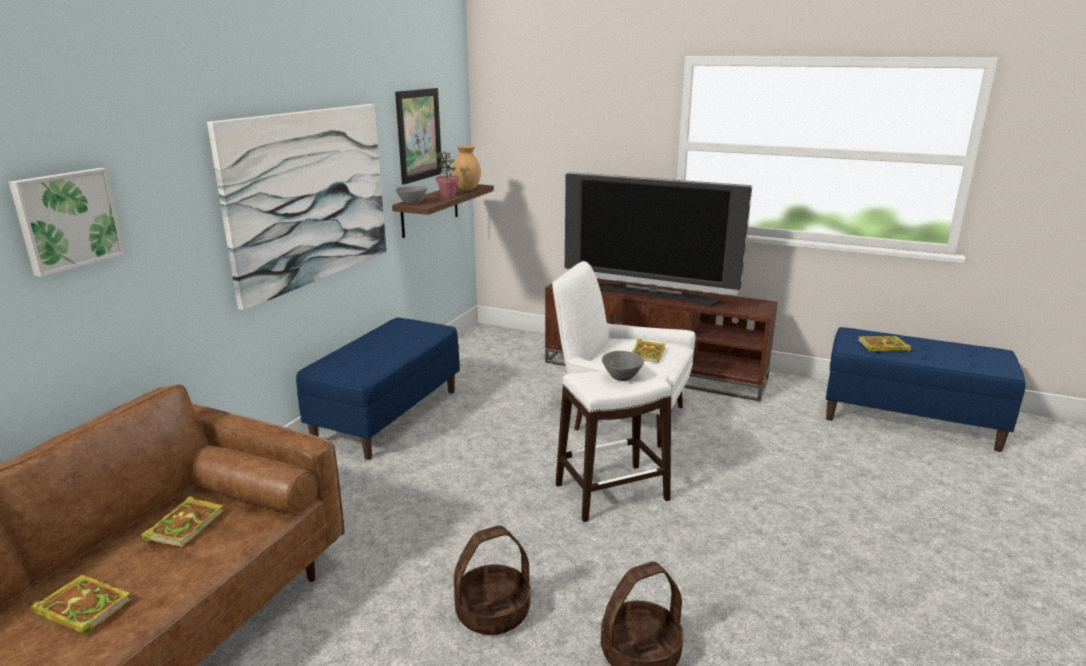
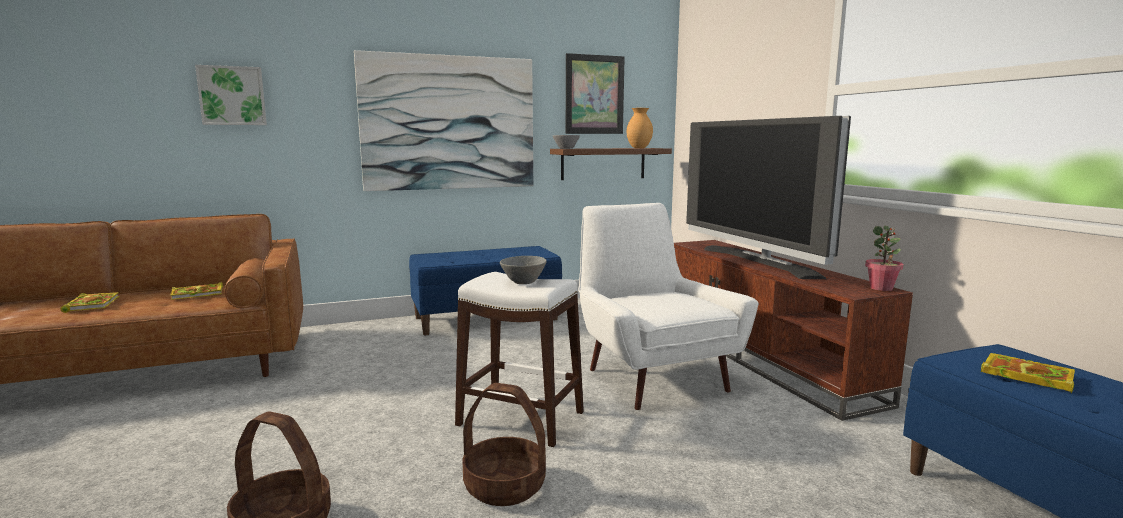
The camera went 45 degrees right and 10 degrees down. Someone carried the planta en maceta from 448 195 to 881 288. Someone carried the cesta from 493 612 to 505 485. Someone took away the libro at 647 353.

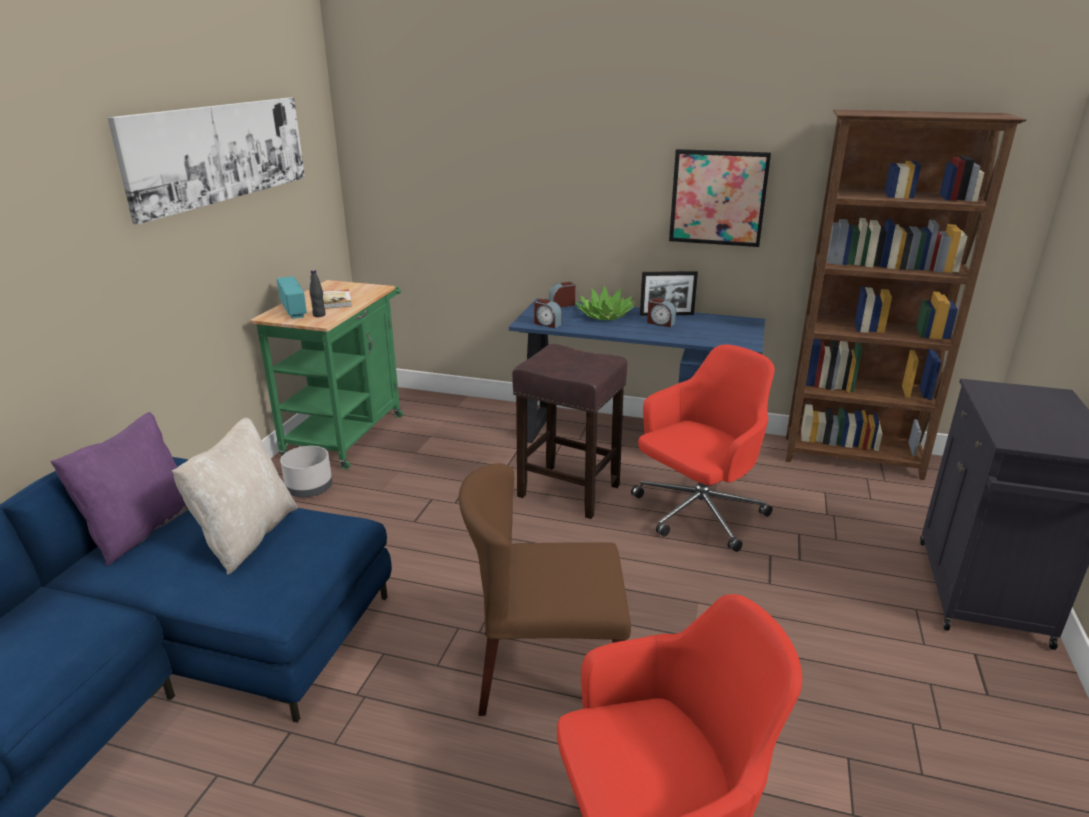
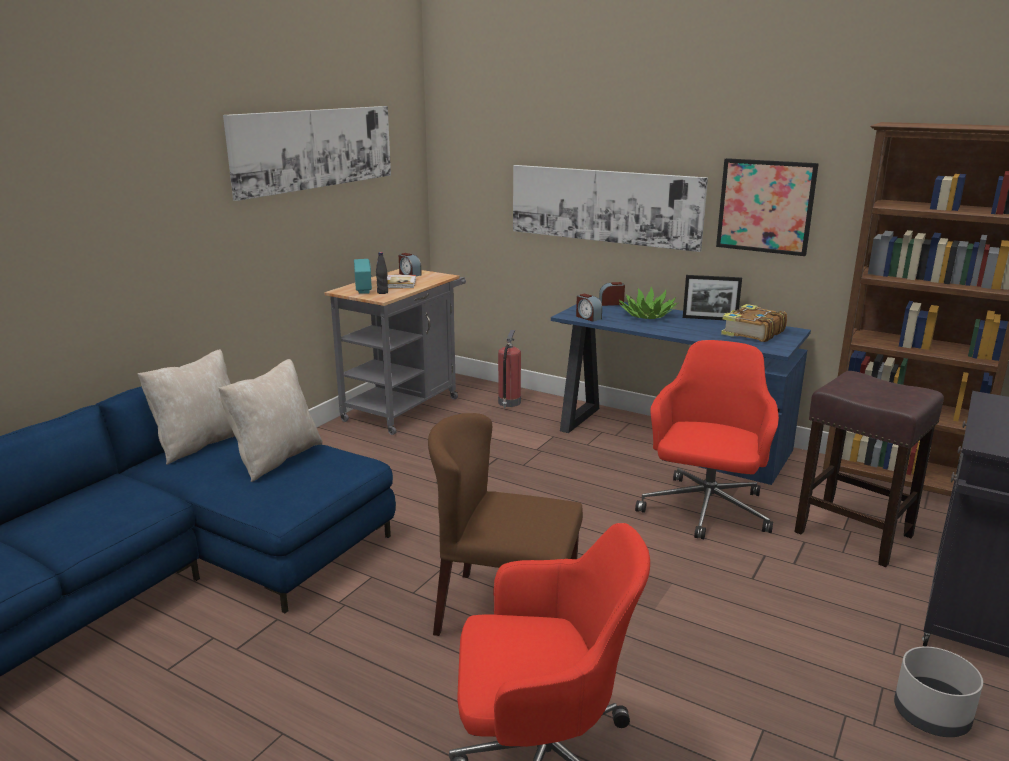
The camera went 15 degrees right and 5 degrees down. Someone repainted the cojín [morado] at 142 529, which became the cojín [beis] at 200 444. Someone repainted the carrito [verde] at 348 432, which became the carrito [gris] at 405 406. Someone carried the maceta [gris] from 310 489 to 932 716. Someone carried the taburete [marrón] from 567 491 to 851 533. Someone rotated the silla de oficina [rojo] at 697 513 by 45 degrees counterclockwise. Someone carried the despertador from 660 323 to 409 274. Someone put down the extintor at 509 403. Someone put up the cuadro at 604 206. Someone put down the libro at 752 333.

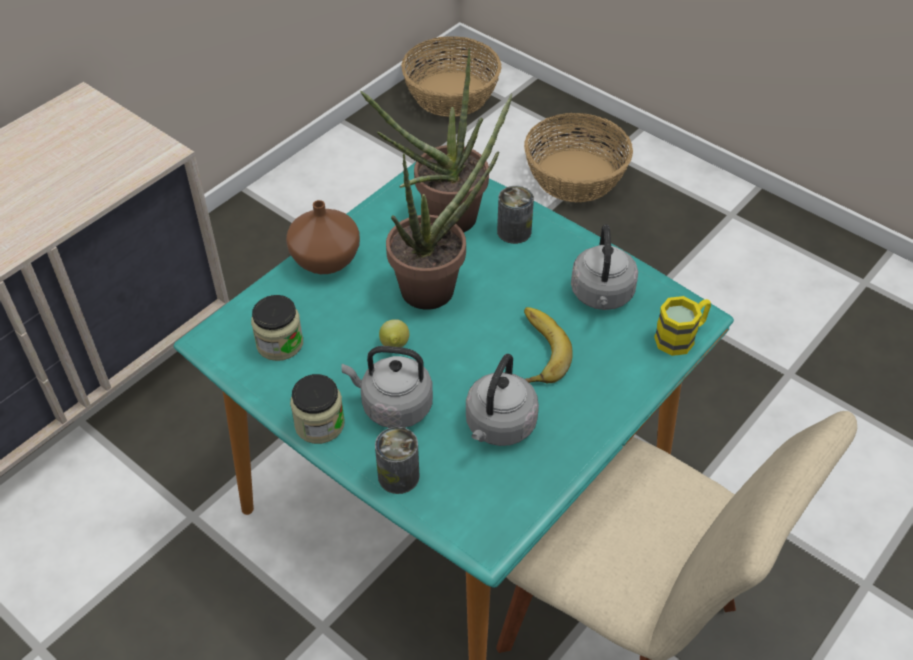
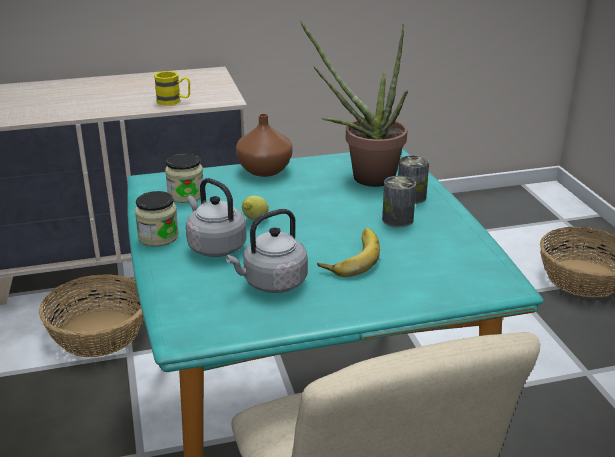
The camera went 35 degrees right and 20 degrees down. Someone carried the lata from 398 476 to 397 219. Someone took away the planta en maceta at 438 285. Someone carried the cesta from 452 94 to 99 333. Someone took away the hervidor [gris] at 602 296. Someone carried the taza grande [amarillo] from 681 337 to 174 101.

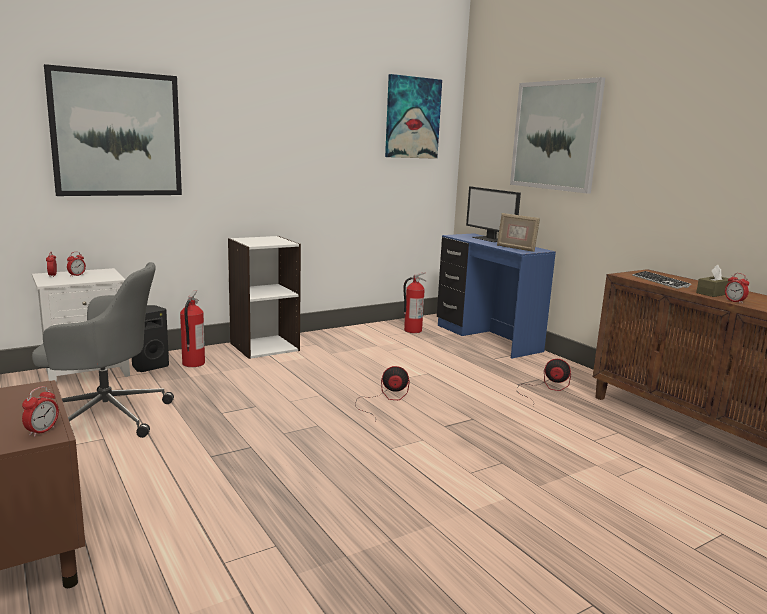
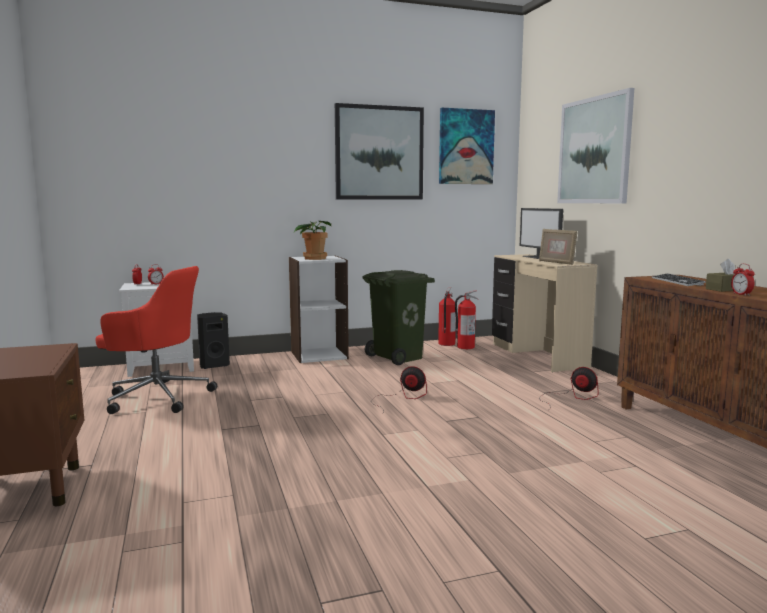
The camera went 15 degrees right and 5 degrees down. Someone took away the despertador at 42 431. Someone repainted the silla de oficina [gris] at 105 416, which became the silla de oficina [rojo] at 157 397. Someone carried the cuadro from 117 134 to 379 153. Someone carried the extintor from 193 364 to 446 344. Someone repainted the escritorio [azul] at 486 338, which became the escritorio [beis] at 536 355. Someone put down the planta en maceta at 314 258. Someone put down the papelera [verde] at 398 357.

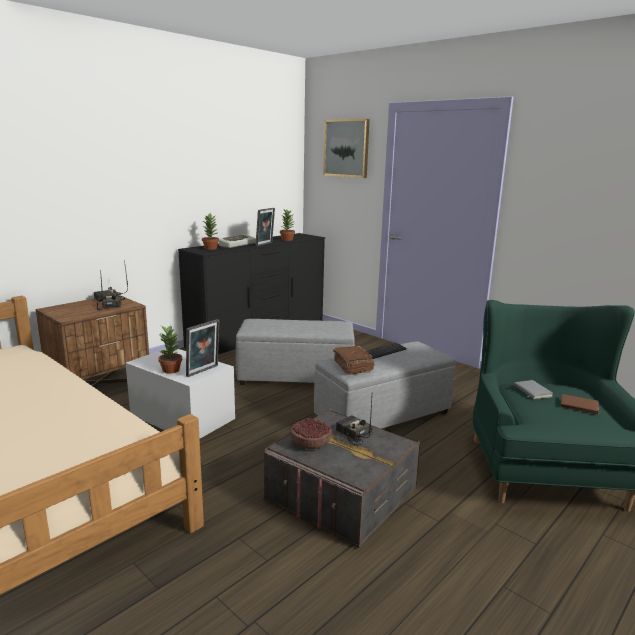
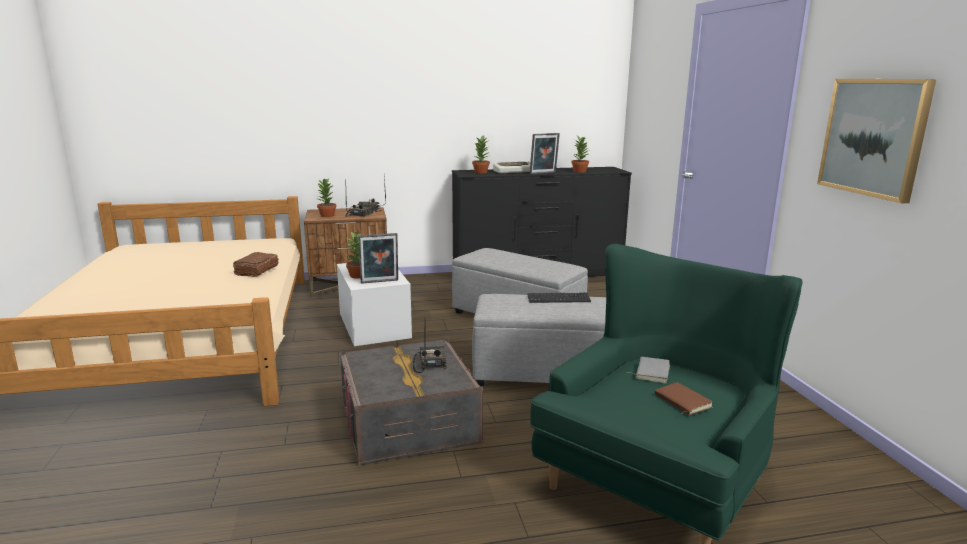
The camera went 35 degrees right and 0 degrees up. Someone took away the cuenco at 310 443. Someone carried the cuadro from 346 148 to 873 137. Someone carried the libro [marrón] from 352 367 to 256 271. Someone put down the planta en maceta at 327 215.

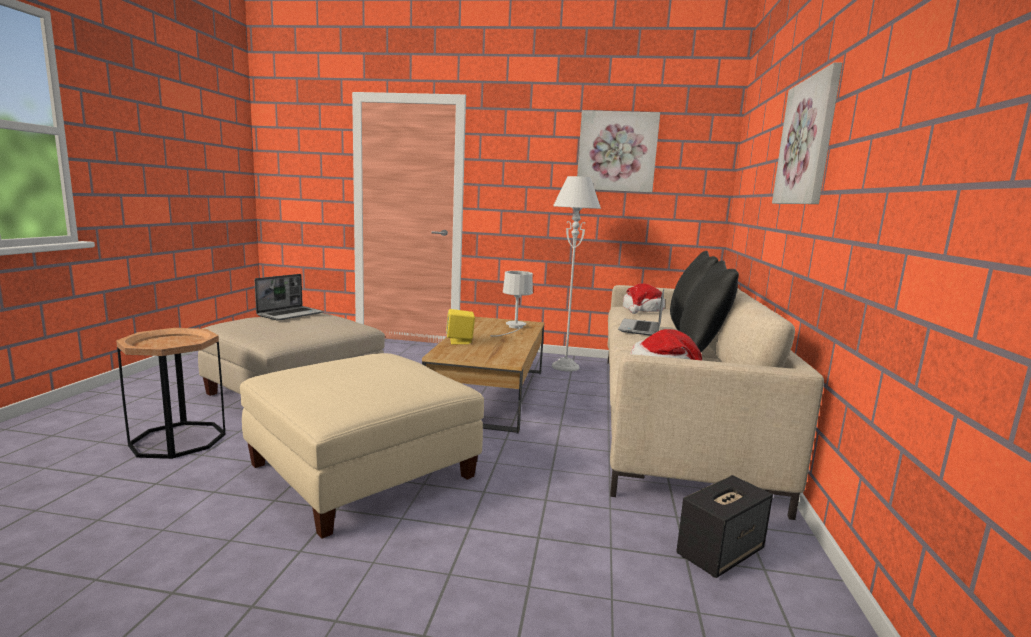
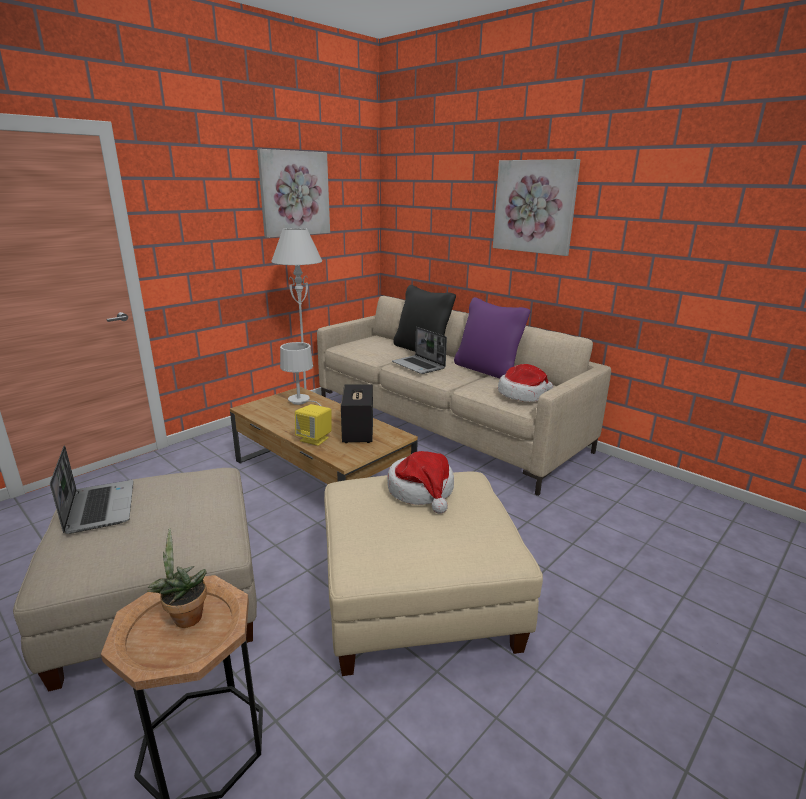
The camera went 55 degrees left and 10 degrees up. Someone carried the sombrero from 642 310 to 421 491. Someone carried the altavoz from 720 552 to 358 431. Someone repainted the cojín [negro] at 700 350, which became the cojín [morado] at 487 370. Someone put down the planta en maceta at 185 616.

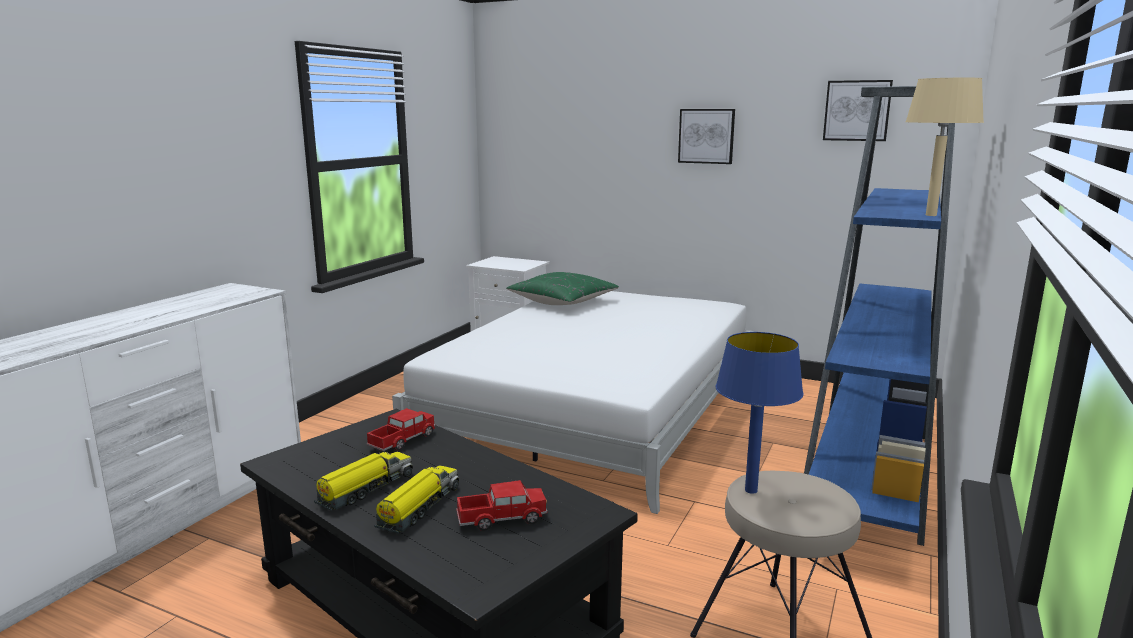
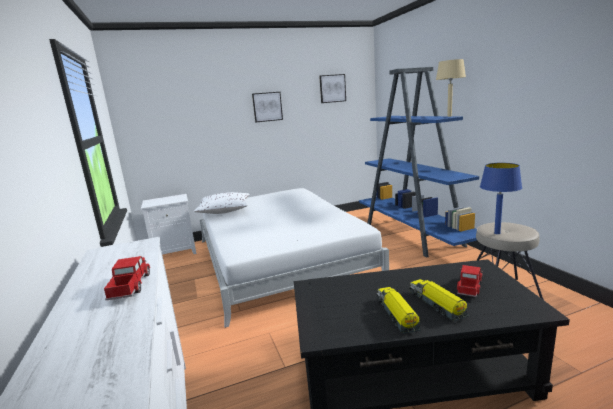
The camera went 45 degrees left and 0 degrees up. Someone carried the camión de juguete from 402 440 to 130 286. Someone repainted the cojín [verde] at 562 302, which became the cojín [blanco] at 224 210.

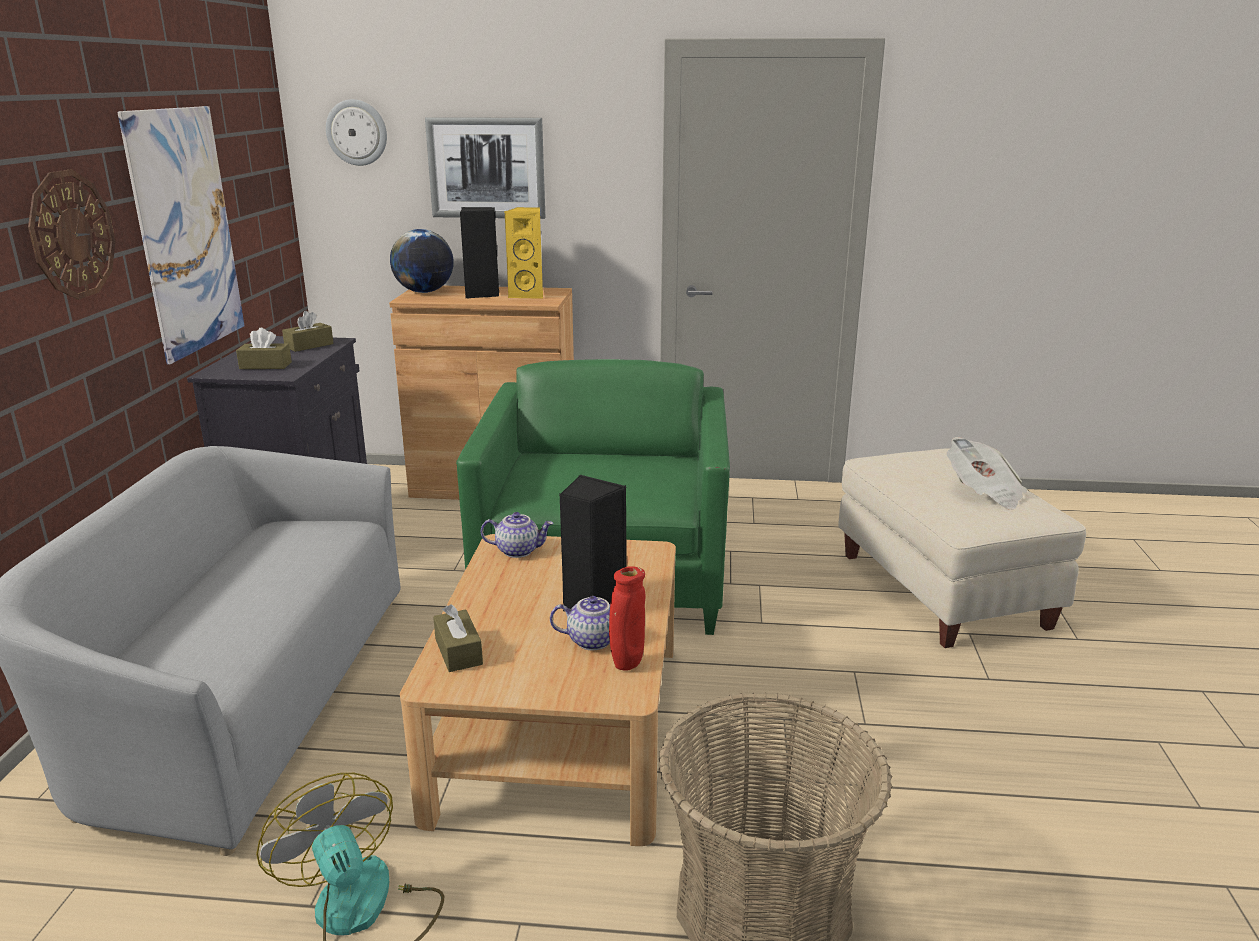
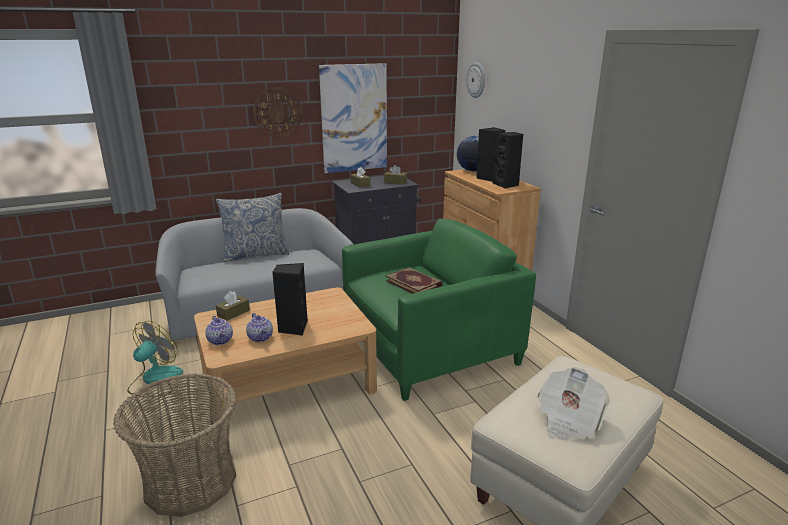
The camera went 60 degrees right and 0 degrees up. Someone took away the cuadro at 486 168. Someone carried the tetera from 518 550 to 221 341. Someone repainted the altavoz [amarillo] at 528 295, which became the altavoz [negro] at 506 185. Someone took away the florero [rojo] at 627 665. Someone put down the cojín at 256 254. Someone put down the libro at 414 283.

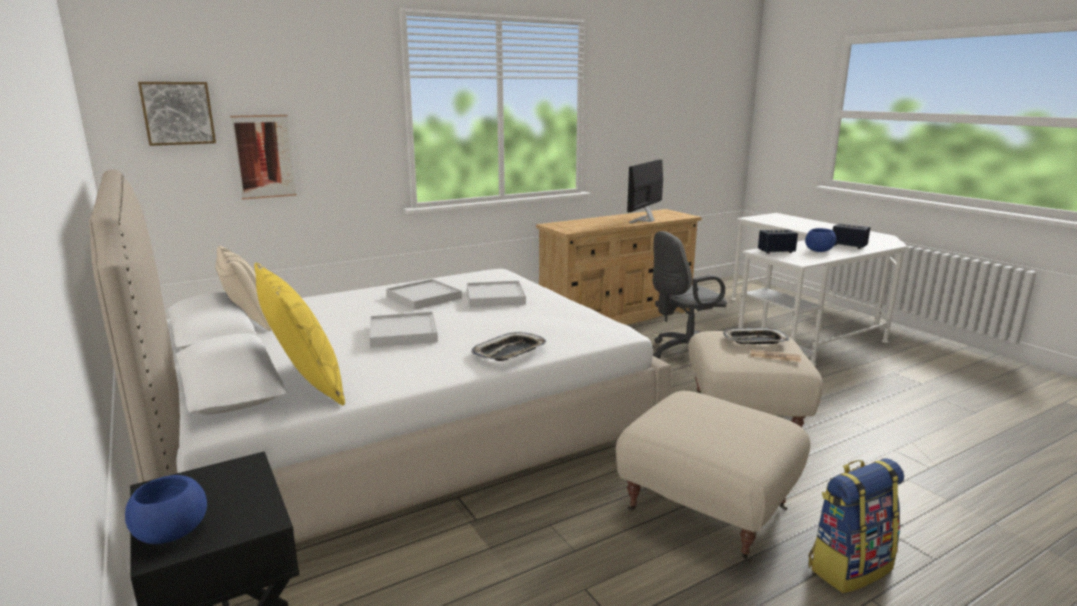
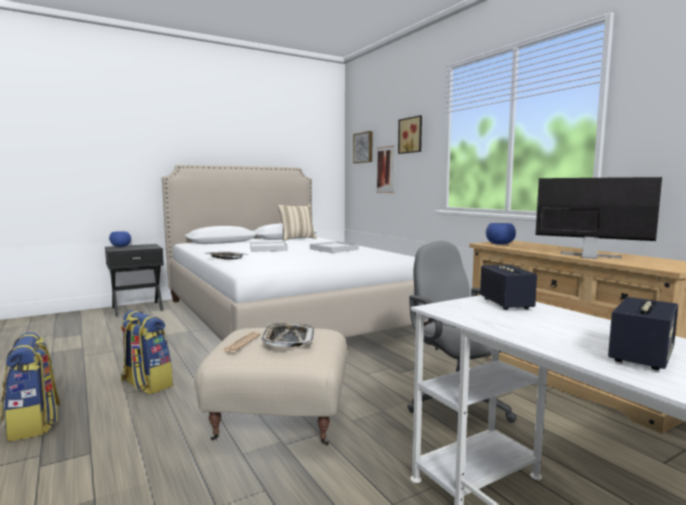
The camera went 90 degrees right and 10 degrees down. Someone took away the cojín [amarillo] at 304 384. Someone took away the bandeja [blanco] at 495 297. Someone swapped the puf [beis] at 707 509 for the mochila at 146 384. Someone carried the cuenco [azul] from 819 251 to 500 244. Someone put up the cuadro at 411 135.

